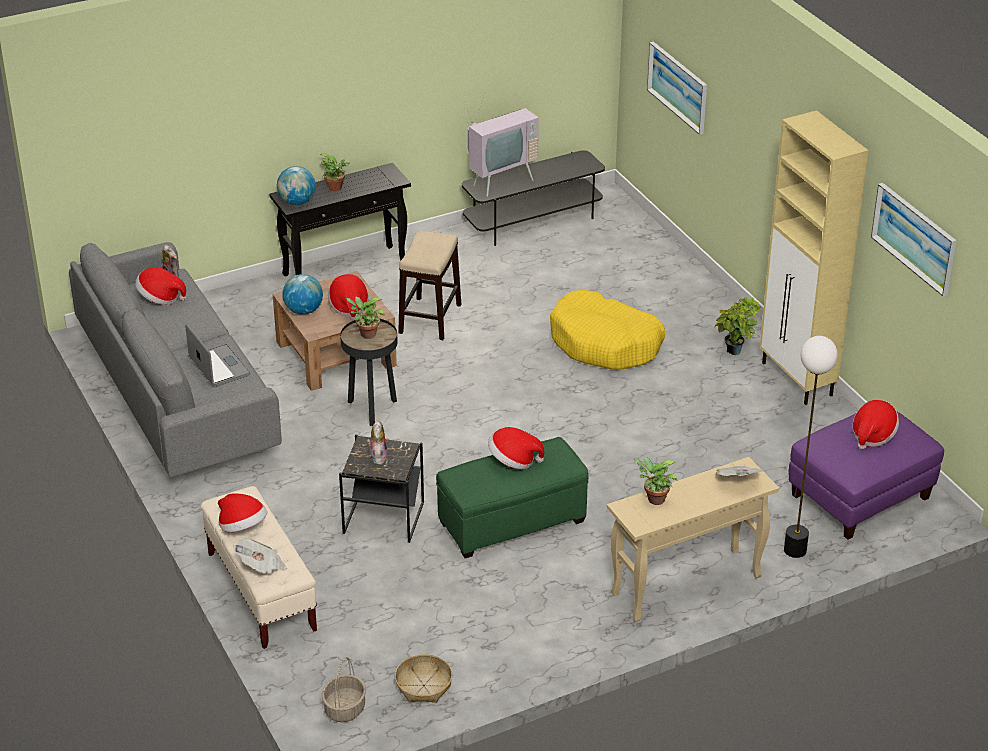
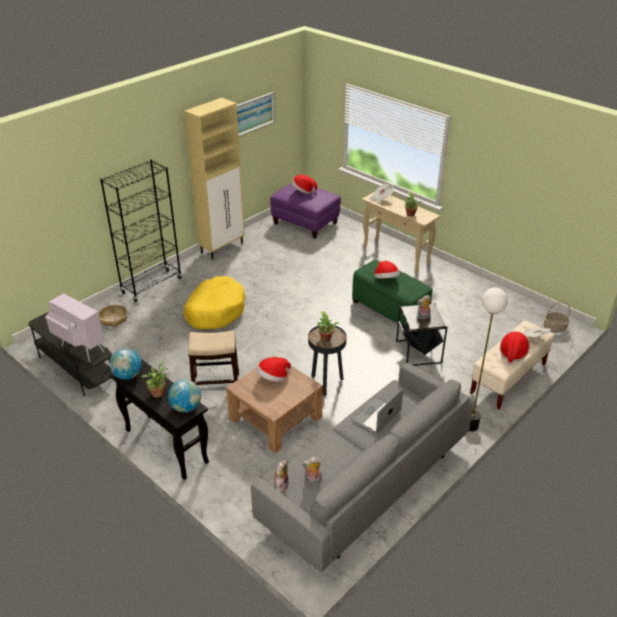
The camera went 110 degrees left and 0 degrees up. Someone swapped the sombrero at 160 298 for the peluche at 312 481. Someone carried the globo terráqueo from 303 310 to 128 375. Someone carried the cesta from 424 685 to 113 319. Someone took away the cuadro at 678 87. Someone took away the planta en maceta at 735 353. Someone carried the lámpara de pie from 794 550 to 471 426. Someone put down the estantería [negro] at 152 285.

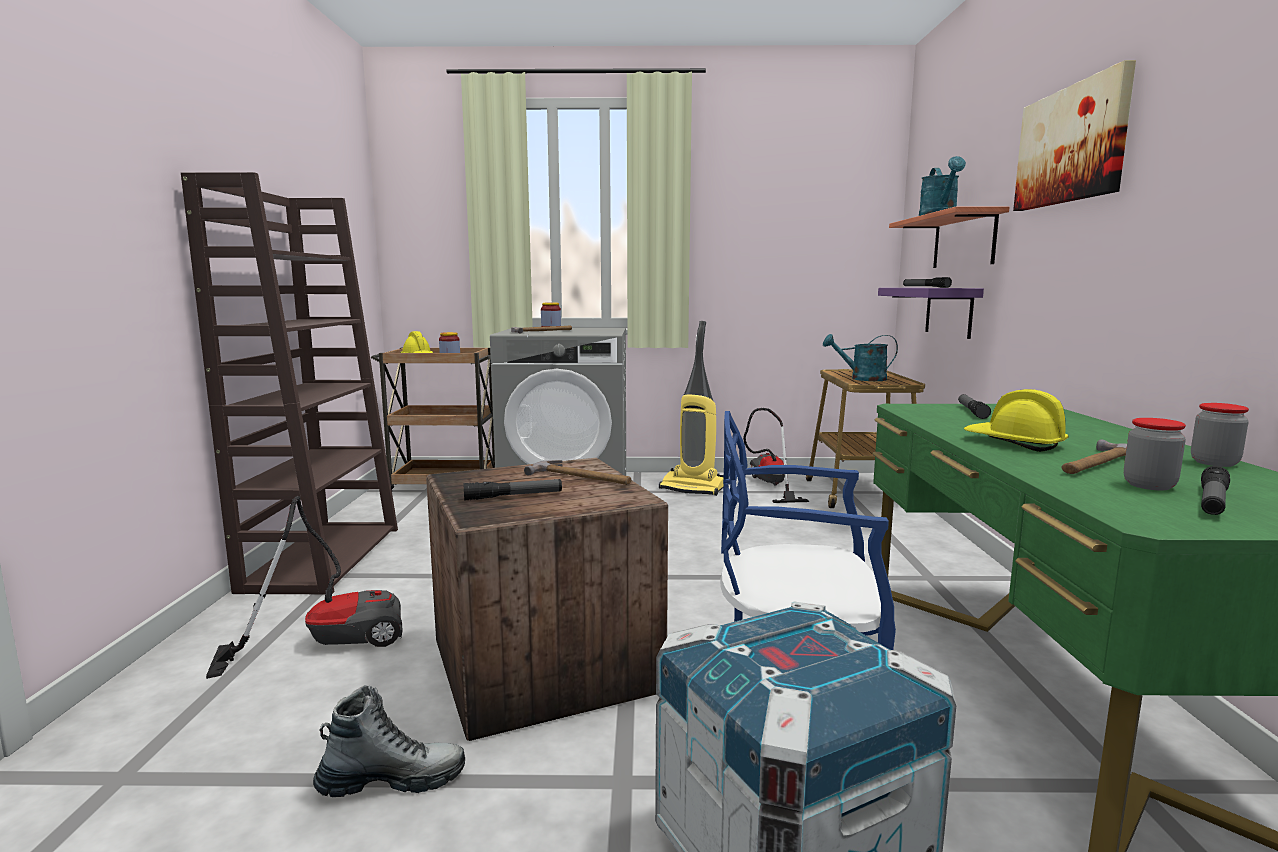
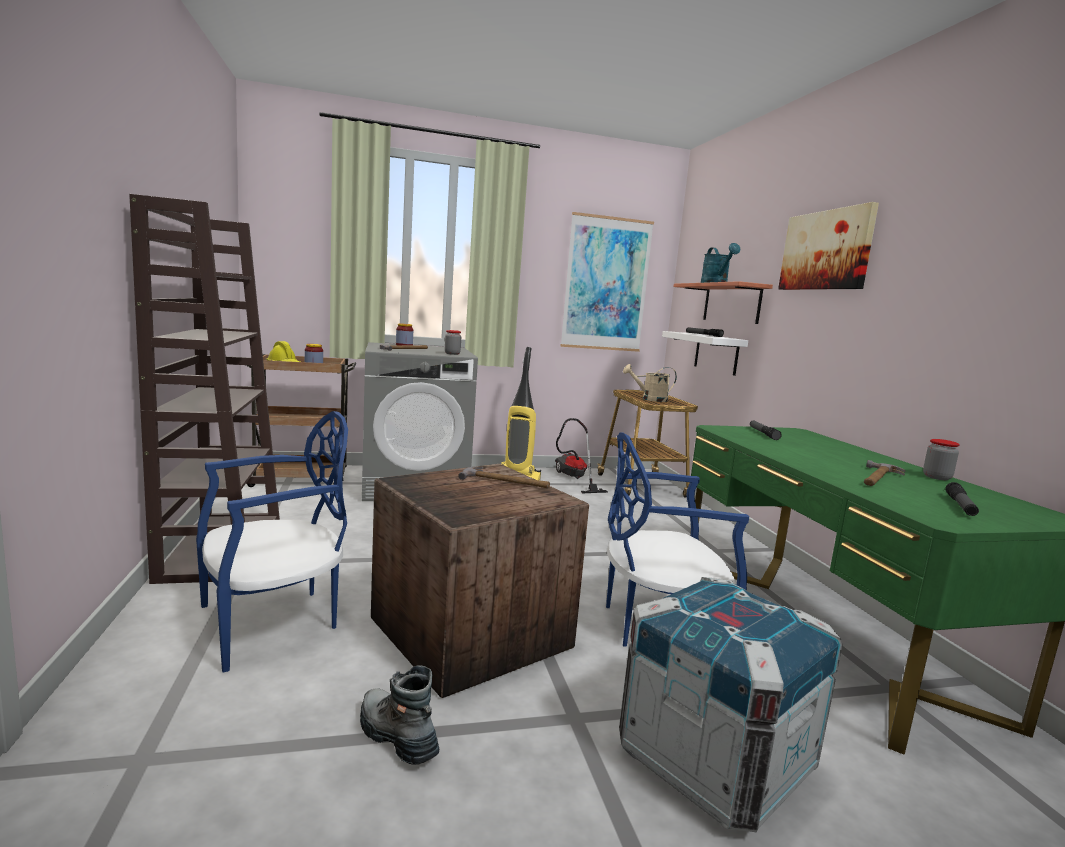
The camera went 15 degrees left and 0 degrees up. Someone swapped the aspiradora at 330 640 for the silla [azul] at 273 622. Someone rotated the bota at 392 781 by 105 degrees counterclockwise. Someone took away the linterna at 513 496. Someone repainted the regadera [turquesa] at 862 379, which became the regadera [beis] at 650 399. Someone repainted the estante [morado] at 949 311, which became the estante [blanco] at 716 353. Someone took away the casco [amarillo] at 1014 443. Someone carried the tarro from 1149 485 to 452 354. Someone put up the cuadro at 606 284.

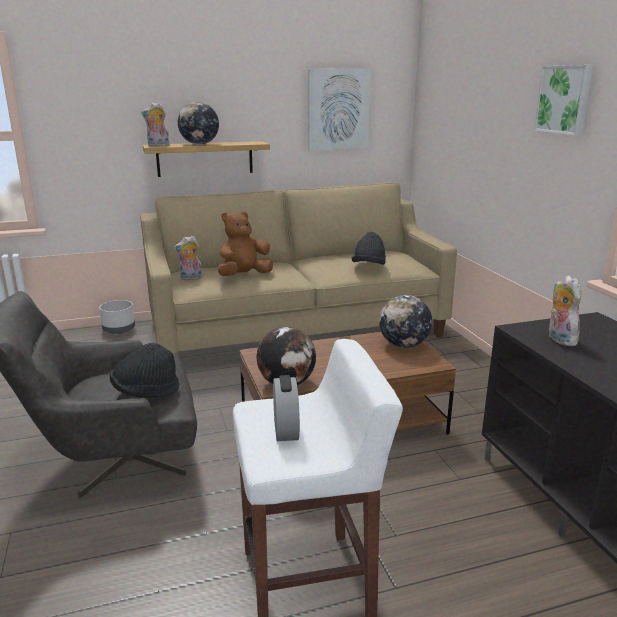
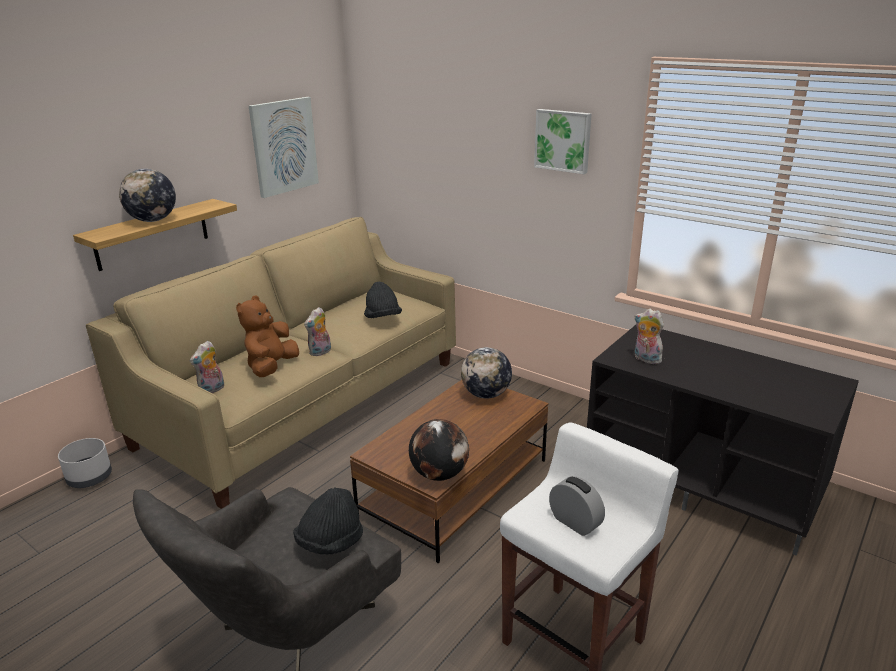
The camera went 35 degrees left and 5 degrees up. Someone carried the peluche from 158 146 to 320 352.

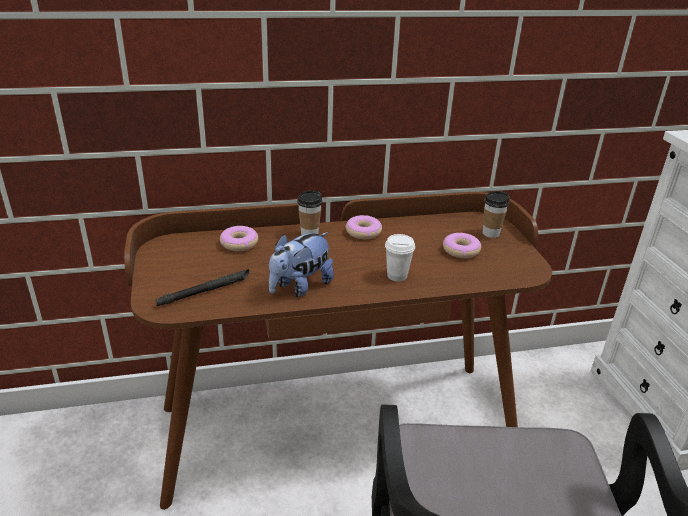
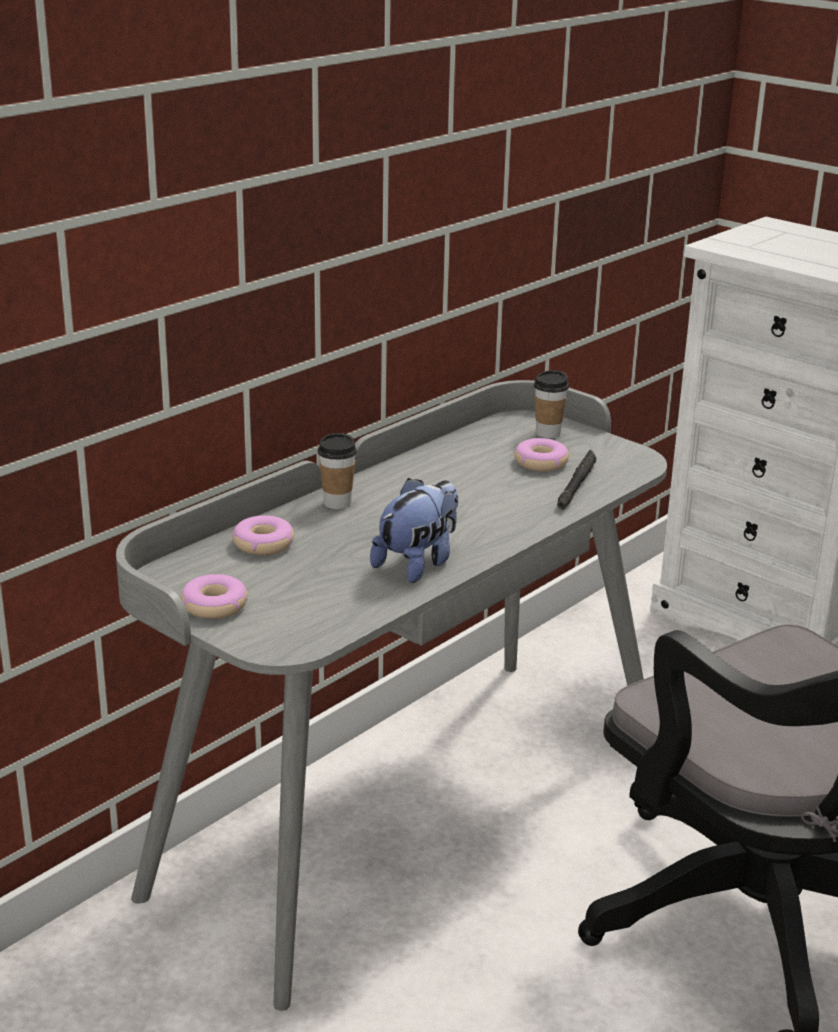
The camera went 35 degrees left and 5 degrees down. Someone repainted the escritorio [marrón] at 336 425, which became the escritorio [gris] at 410 806. Someone carried the linterna [negro] from 205 291 to 576 485. Someone rotated the peluche at 300 287 by 150 degrees counterclockwise. Someone carried the rosquilla from 363 232 to 215 606. Someone took away the taza [blanco] at 397 276.

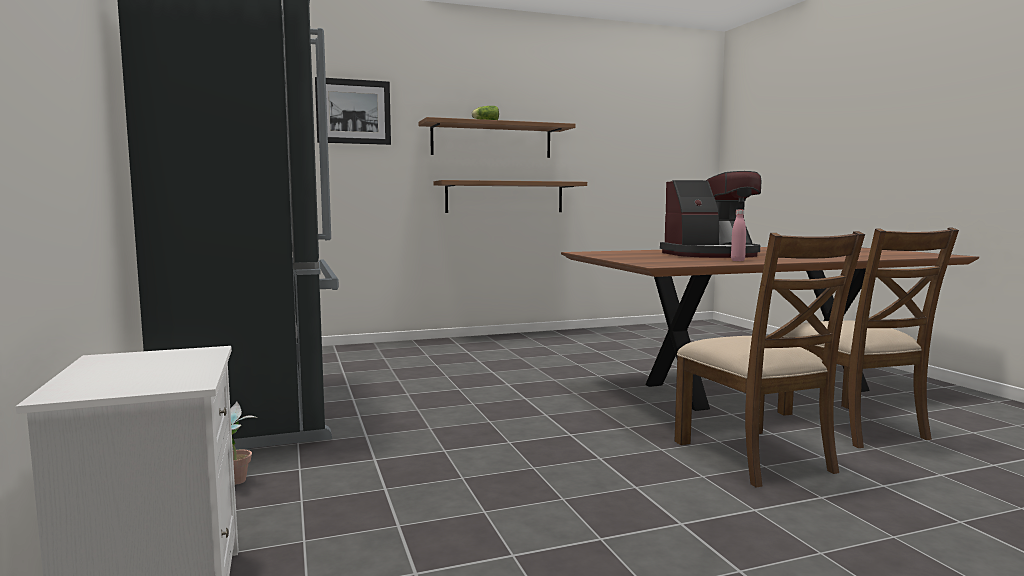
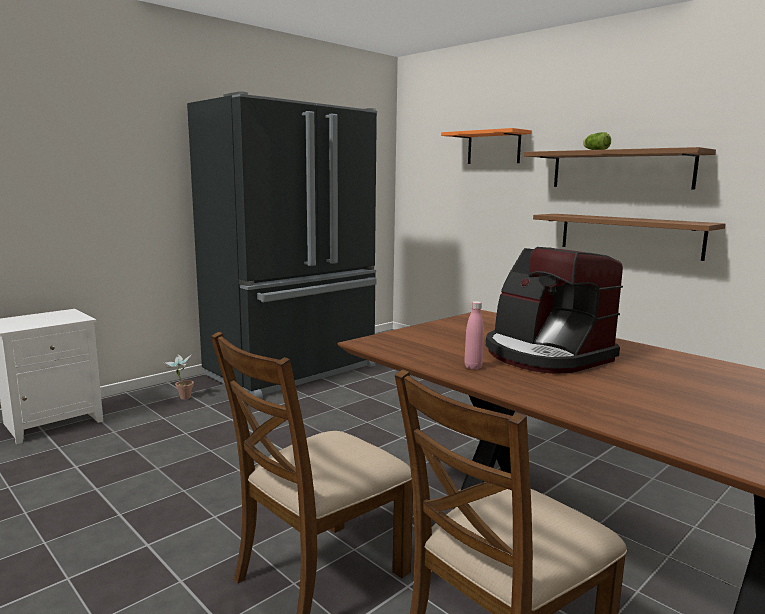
The camera went 65 degrees right and 5 degrees up. Someone swapped the cuadro at 353 111 for the estante [naranja] at 493 148.

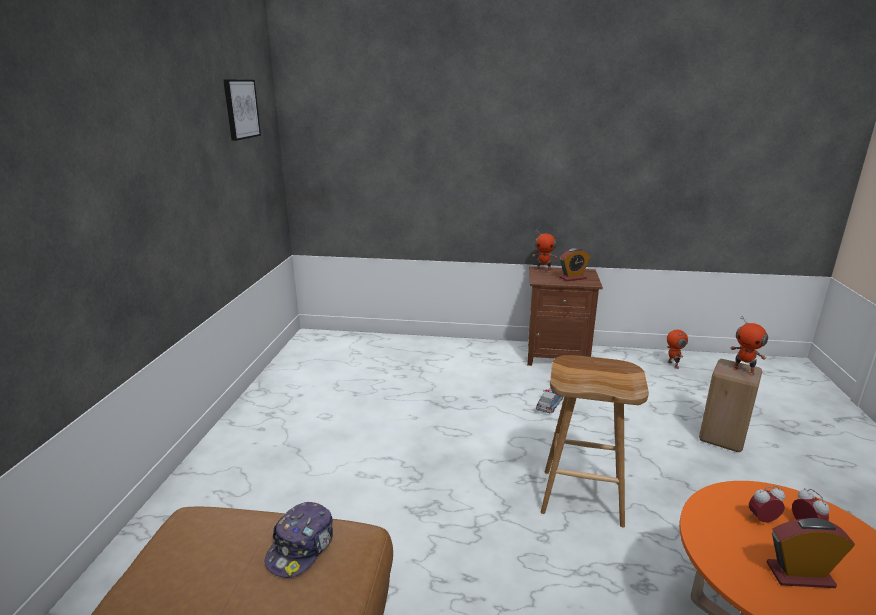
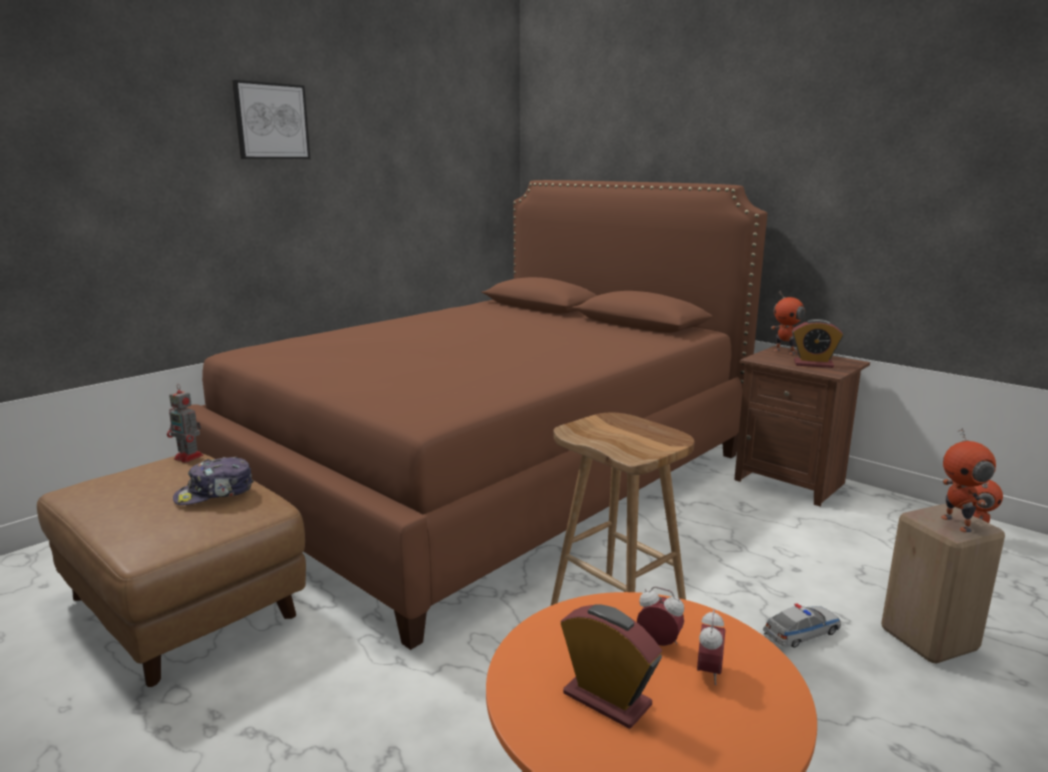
The camera went 35 degrees right and 5 degrees down. Someone carried the cuadro from 240 109 to 271 121. Someone carried the coche de juguete from 550 404 to 801 633. Someone put down the robot de juguete at 189 457. Someone put down the cama [marrón] at 488 476.

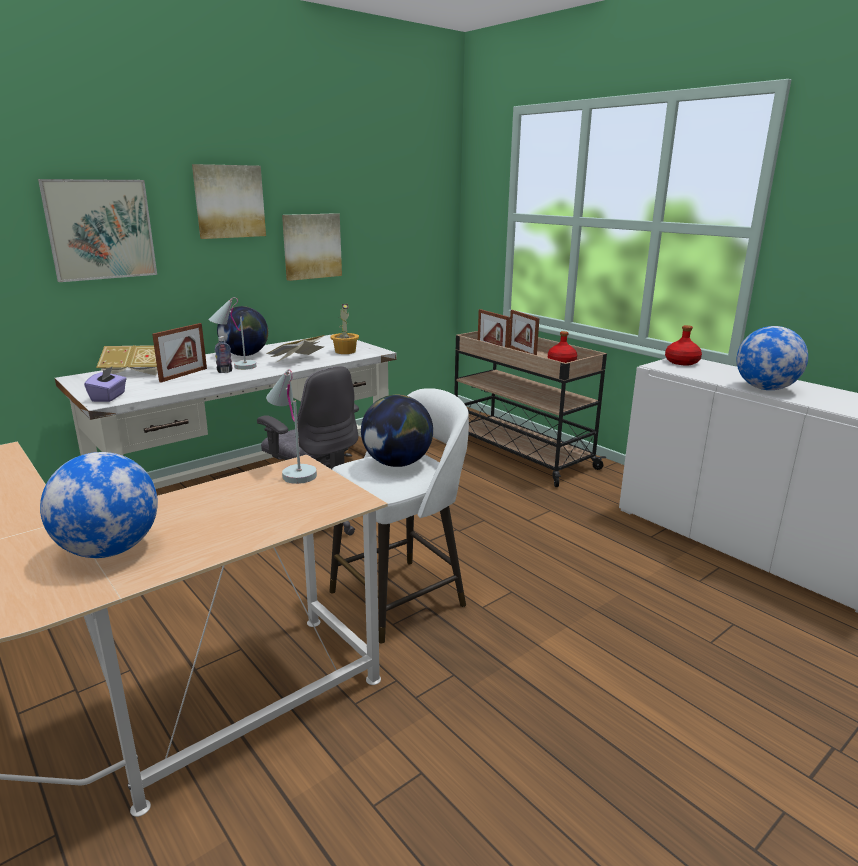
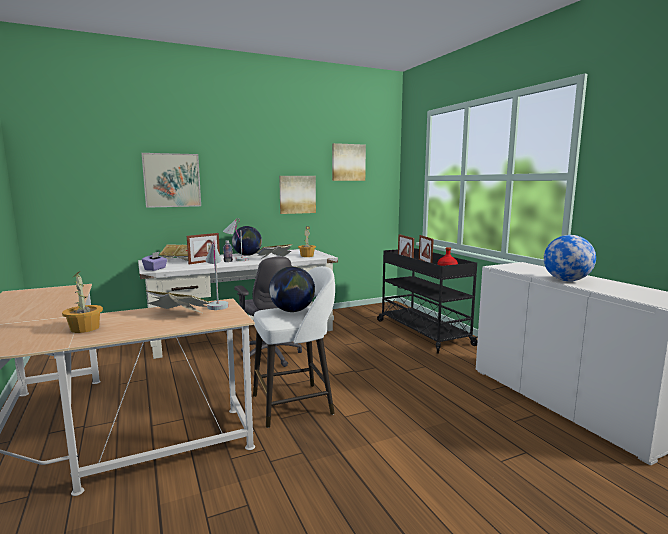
The camera went 15 degrees right and 10 degrees down. Someone swapped the globo terráqueo at 110 550 for the planta en maceta at 85 328. Someone carried the cuadro from 229 201 to 348 162. Someone repainted the carrito [beis] at 518 453, which became the carrito [negro] at 422 332. Someone took away the botella [rojo] at 681 362. Someone put down the libro at 178 314.

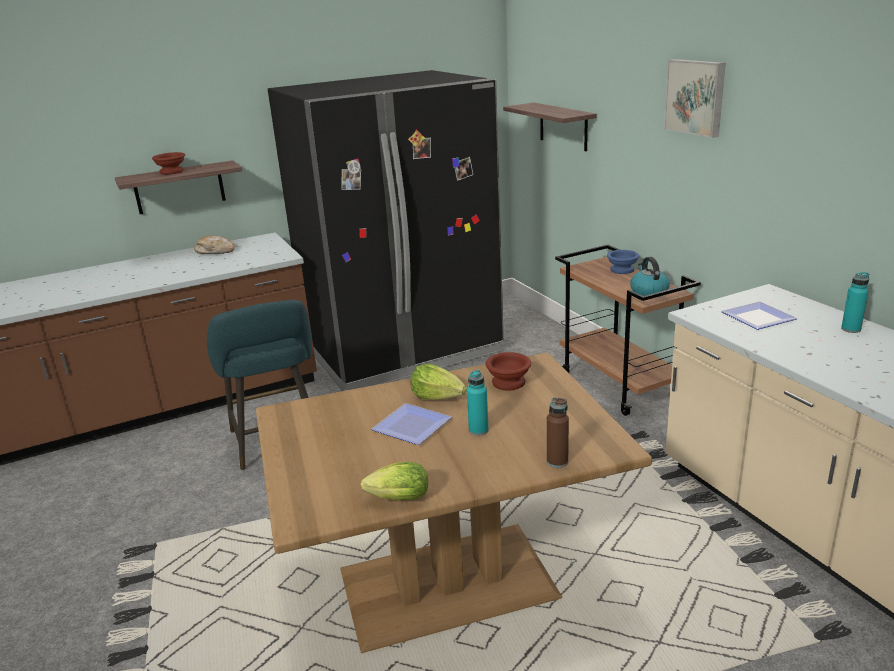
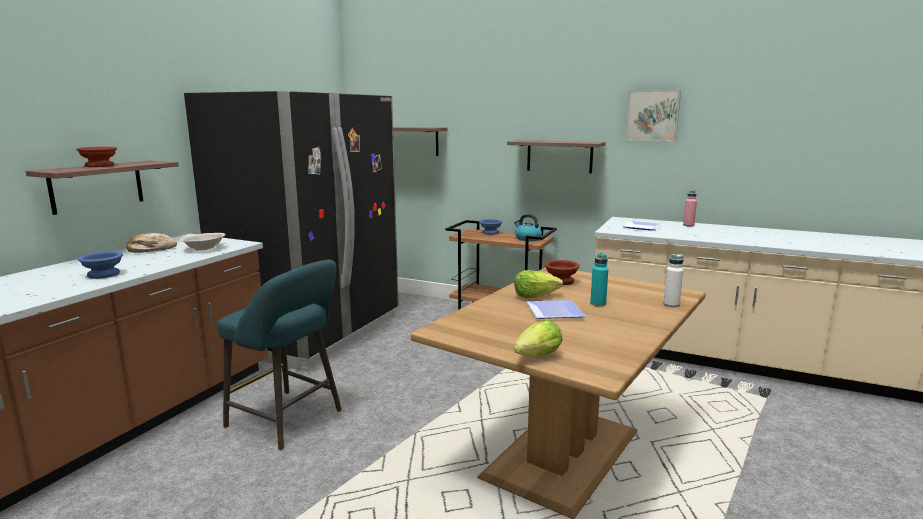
The camera went 40 degrees left and 10 degrees down. Someone carried the lechuga from 396 499 to 536 357. Someone repainted the botella [marrón] at 557 462, which became the botella [blanco] at 671 304. Someone carried the cuadro from 696 97 to 652 115. Someone repainted the botella [turquesa] at 851 329, which became the botella [rosa] at 688 225. Someone put down the cuenco [azul] at 102 275. Someone put down the cuenco [beis] at 204 249. Someone put up the estante at 559 156.

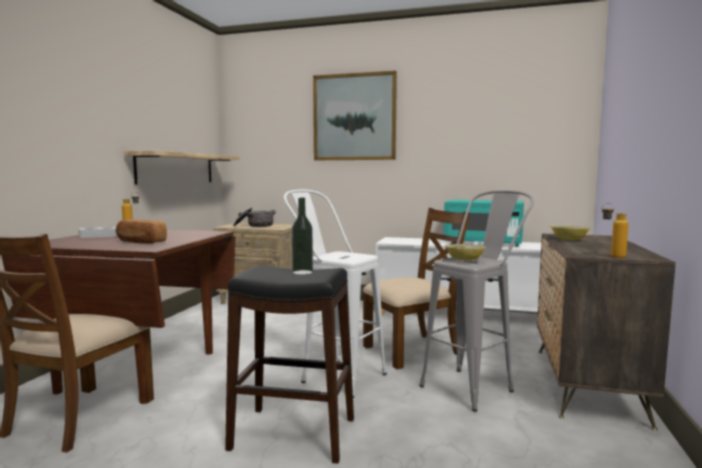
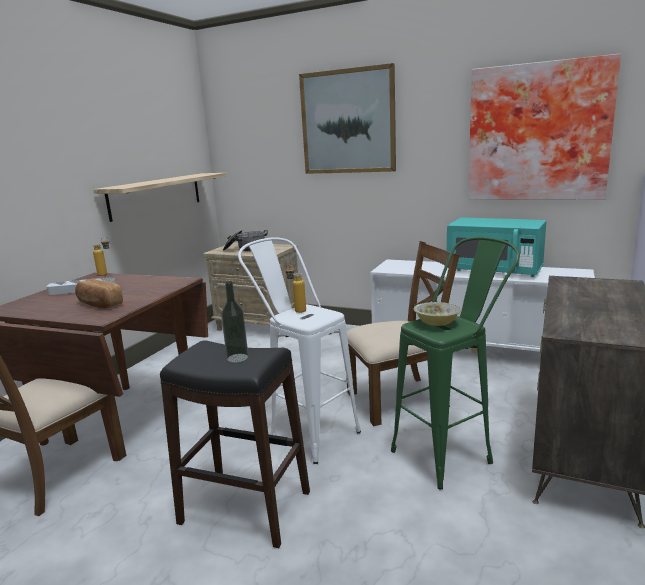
The camera went 10 degrees right and 10 degrees up. Someone repainted the taburete [gris] at 474 385, which became the taburete [verde] at 451 452. Someone took away the cuenco at 569 239. Someone carried the botella from 611 256 to 297 310. Someone put up the cuadro at 538 133.

